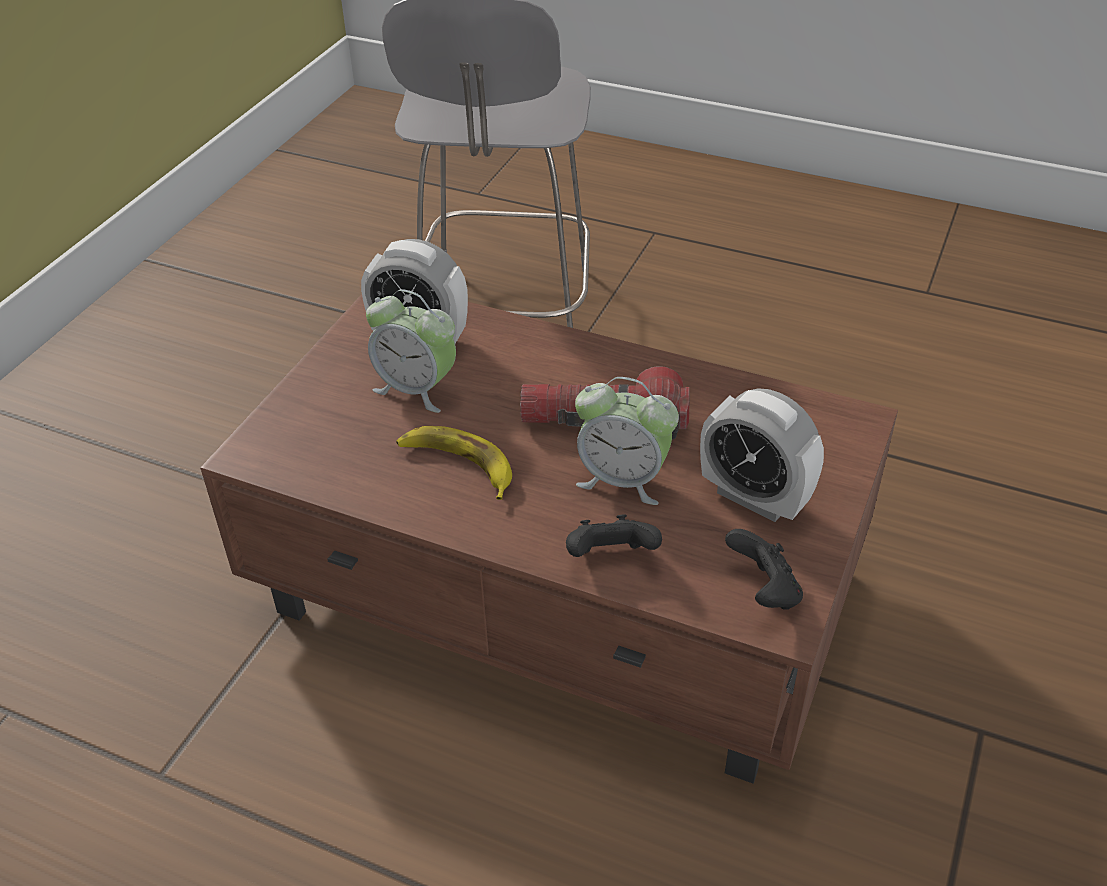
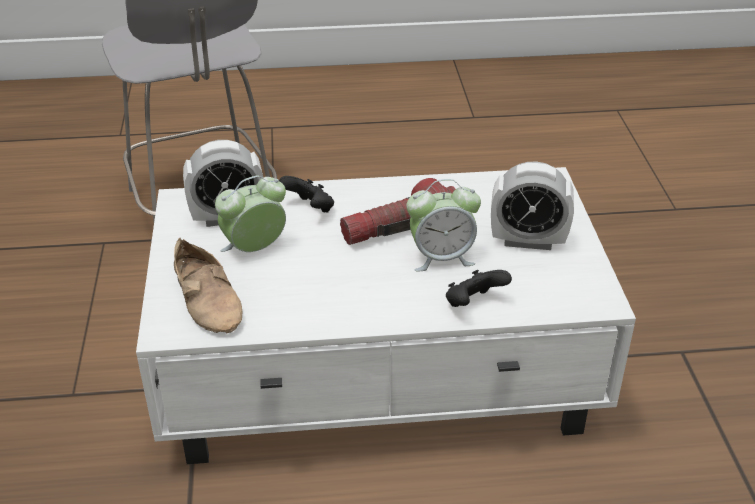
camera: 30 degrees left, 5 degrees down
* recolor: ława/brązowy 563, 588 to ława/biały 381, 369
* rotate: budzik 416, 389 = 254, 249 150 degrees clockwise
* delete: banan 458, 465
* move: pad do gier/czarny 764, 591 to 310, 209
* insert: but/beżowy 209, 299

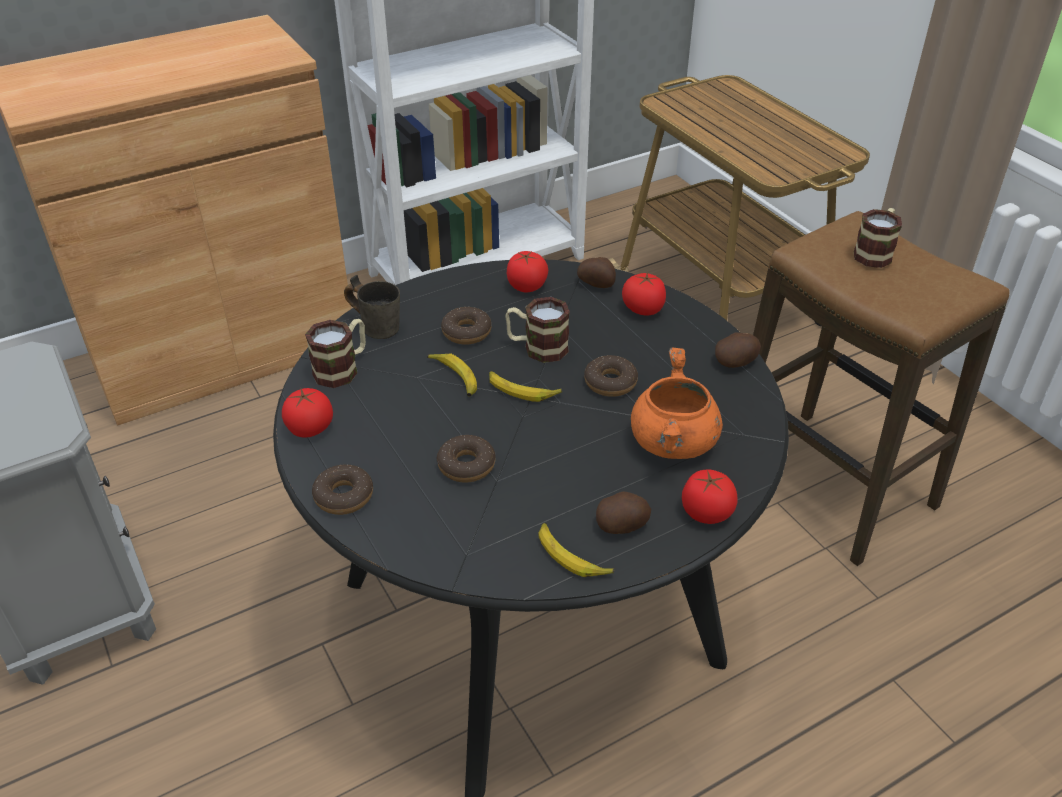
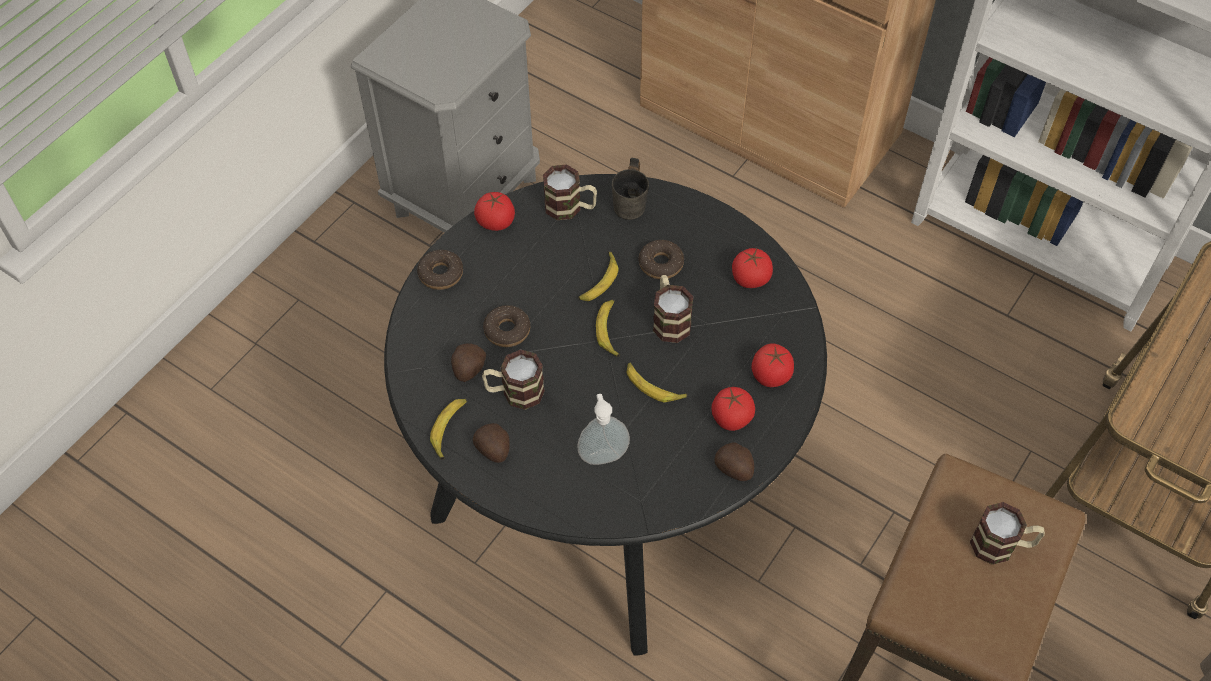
camera: 65 degrees right, 15 degrees up
* move: ziemniak 597, 284 to 468, 370
* replace: donut 610, 382 to banan 653, 386
* replace: garnek/pomarańczowy 673, 443 to dozownik mydła 603, 455
* move: pomidor 706, 512 to 731, 418
* insert: kubek 514, 392

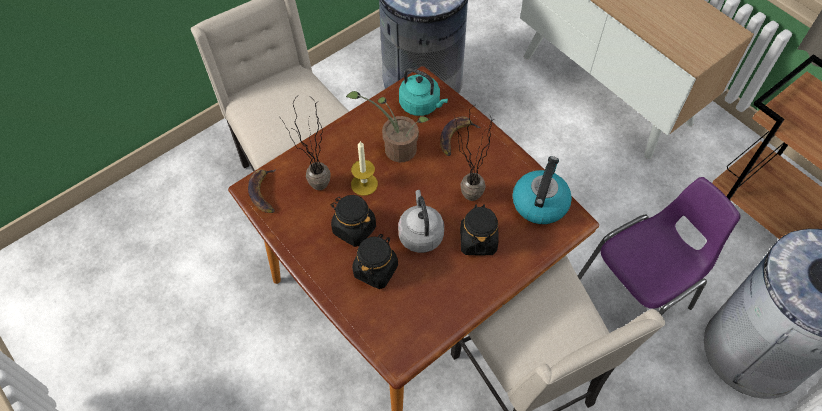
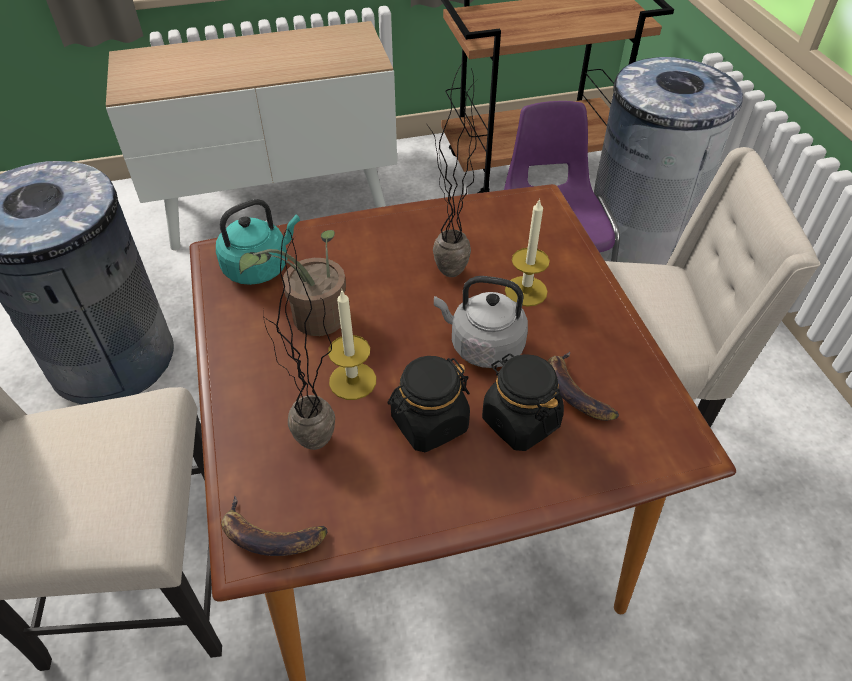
camera: 65 degrees left, 10 degrees down
* move: banan 456, 136 to 575, 392
* replace: słoik/czarny 478, 240 to świeca 526, 291
* delete: czajnik 539, 202

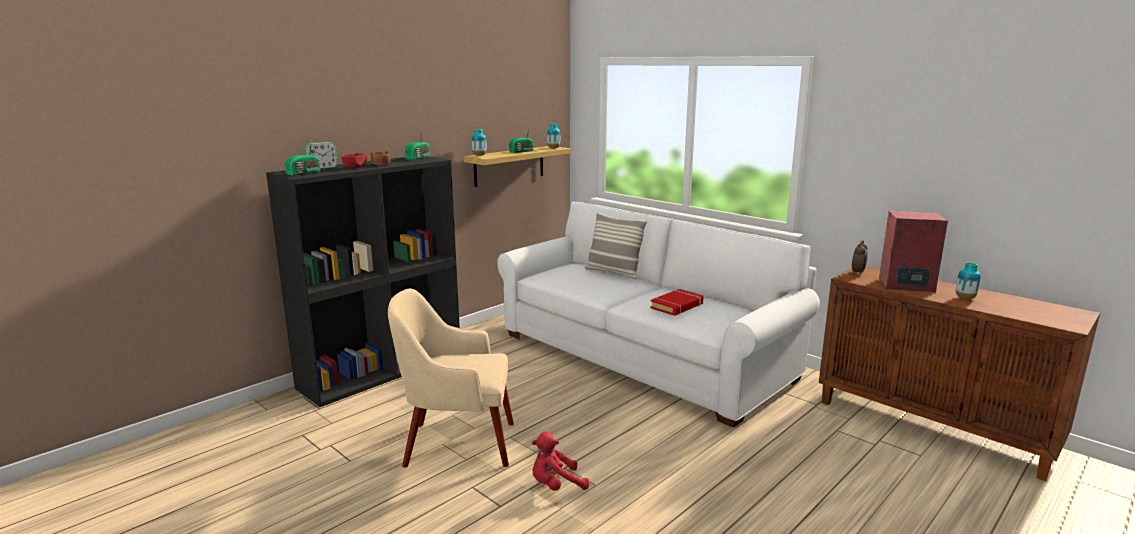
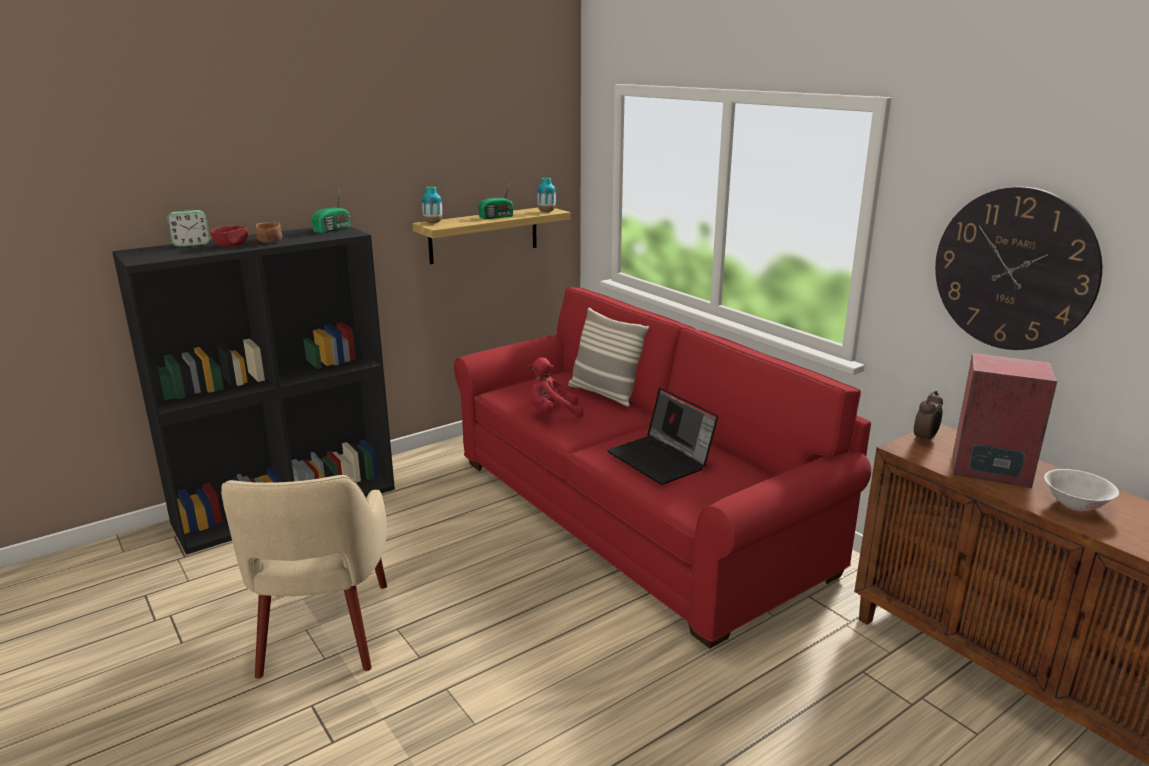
camera: 10 degrees right, 5 degrees up
* delete: radio 305, 173
* rotate: fotel/beżowy 456, 444 = 323, 631 105 degrees counterclockwise
* recolor: kanapa/biały 644, 356 to kanapa/czerwony 635, 513
* move: pluszak/czerwony 556, 485 to 552, 413
* replace: książka/czerwony 677, 306 to laptop 661, 460
* replace: wazon 965, 298 to miska/biały 1075, 505
* insert: zegar ścienny 1013, 269

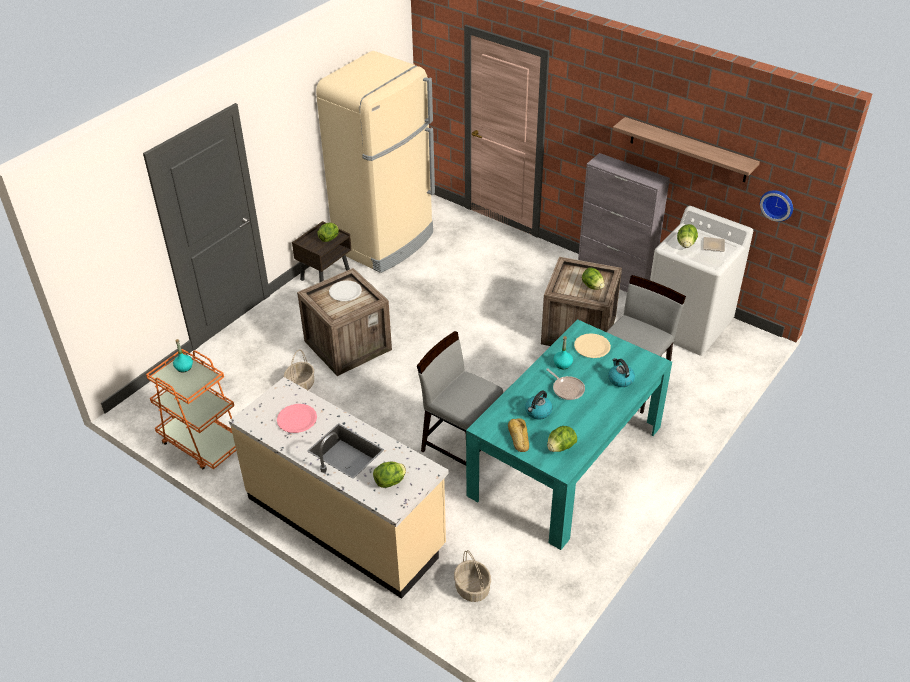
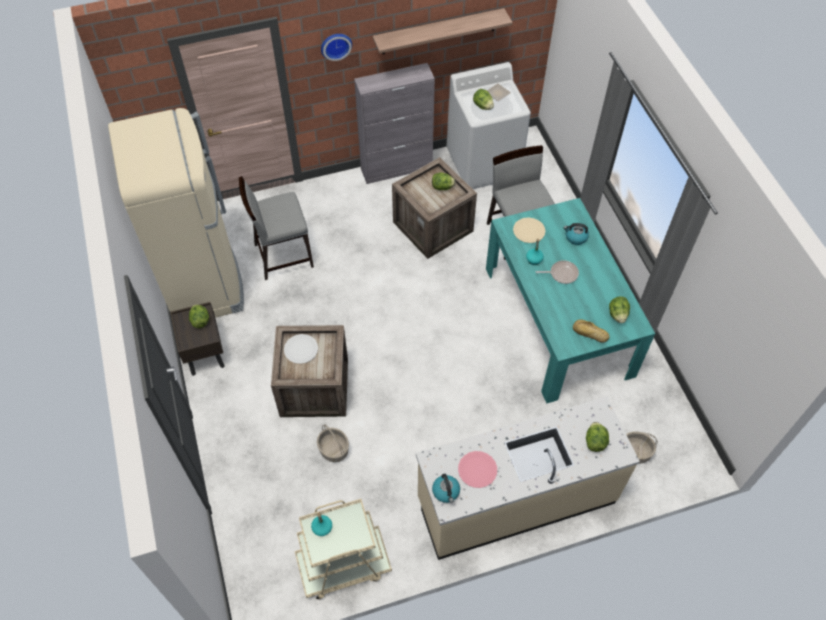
camera: 55 degrees left, 15 degrees up
* recolor: wózek/pomarańczowy 202, 443 to wózek/beżowy 343, 565
* move: krzesło/szary 461, 446 to 283, 255
* move: czajnik 538, 412 to 446, 491
* move: zegar ścienny 777, 204 to 335, 45

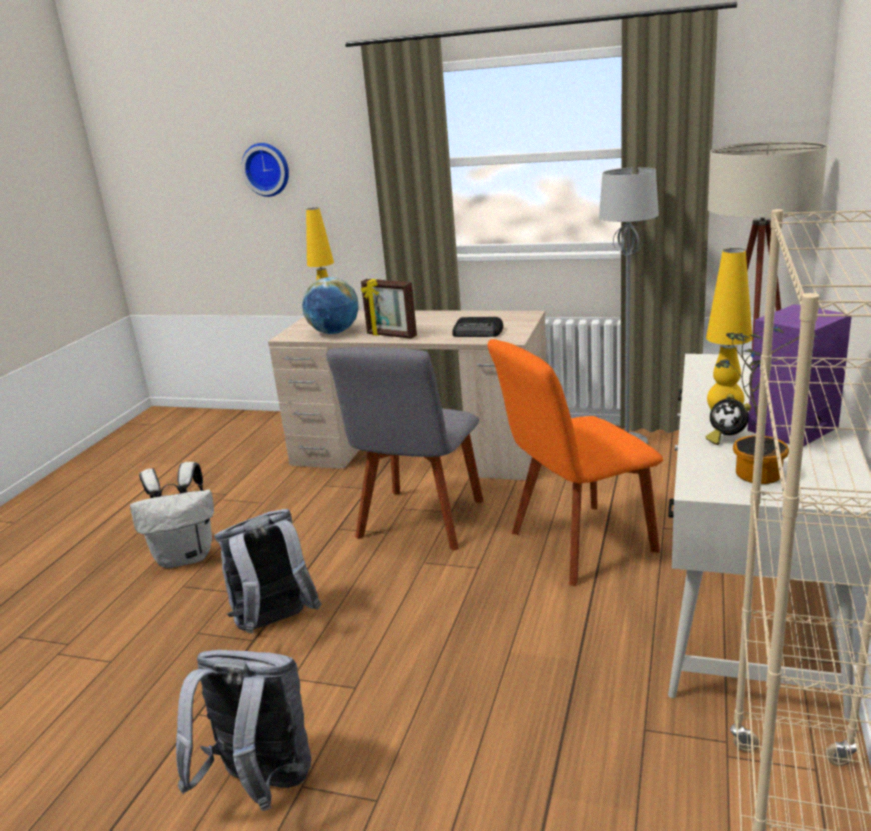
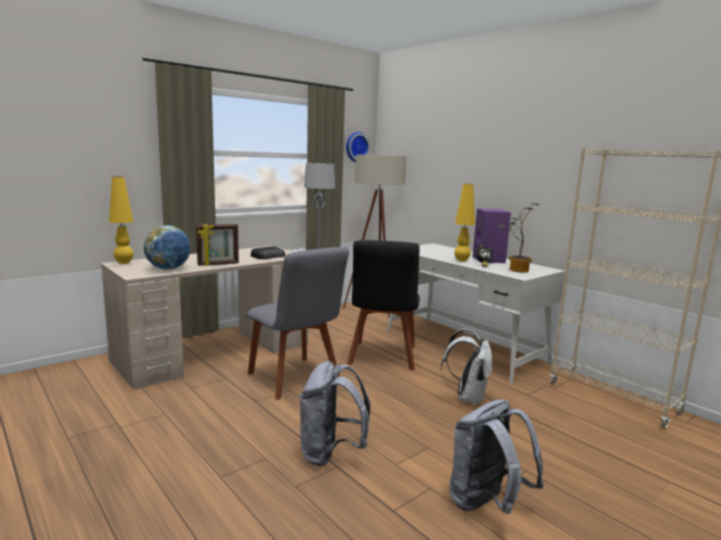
camera: 60 degrees left, 10 degrees down
* move: plecak/biały 186, 556 to 467, 397
* move: zegar ścienny 267, 169 to 356, 147
* recolor: krzesło/pomarańczowy 576, 545 to krzesło/czarny 382, 357

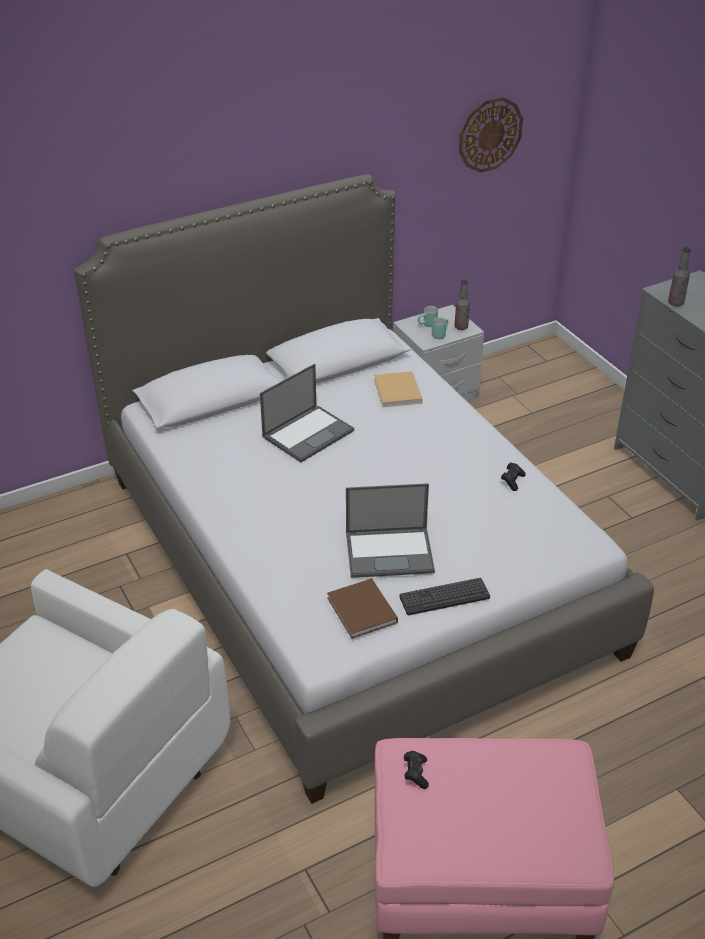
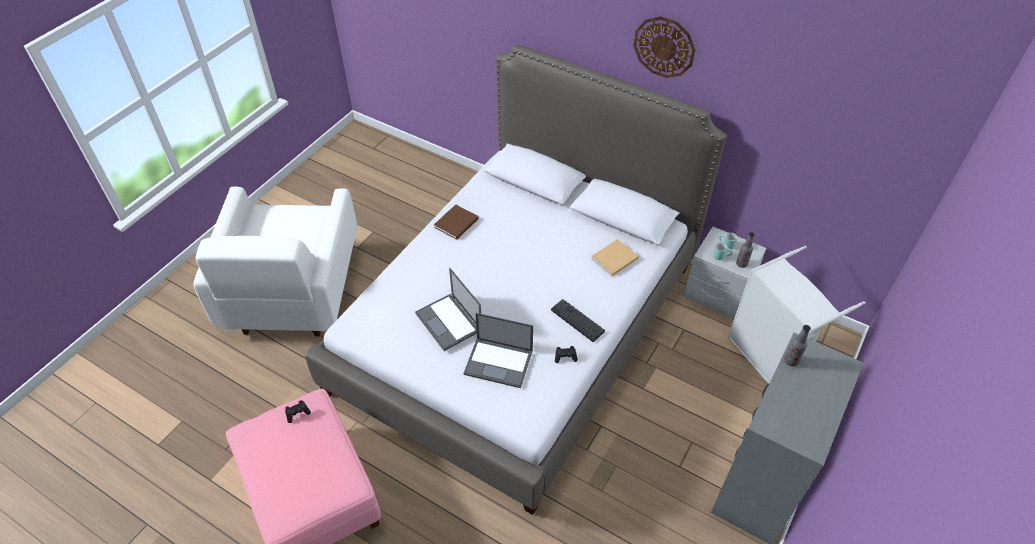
camera: 60 degrees right, 10 degrees up
* move: laptop 308, 433 to 499, 362
* move: książka/brązowy 363, 611 to 455, 224
* move: klawiatura 444, 597 to 577, 320
* move: zegar ścienny 490, 134 to 664, 47
* insert: kosz na pranie/szary 769, 358

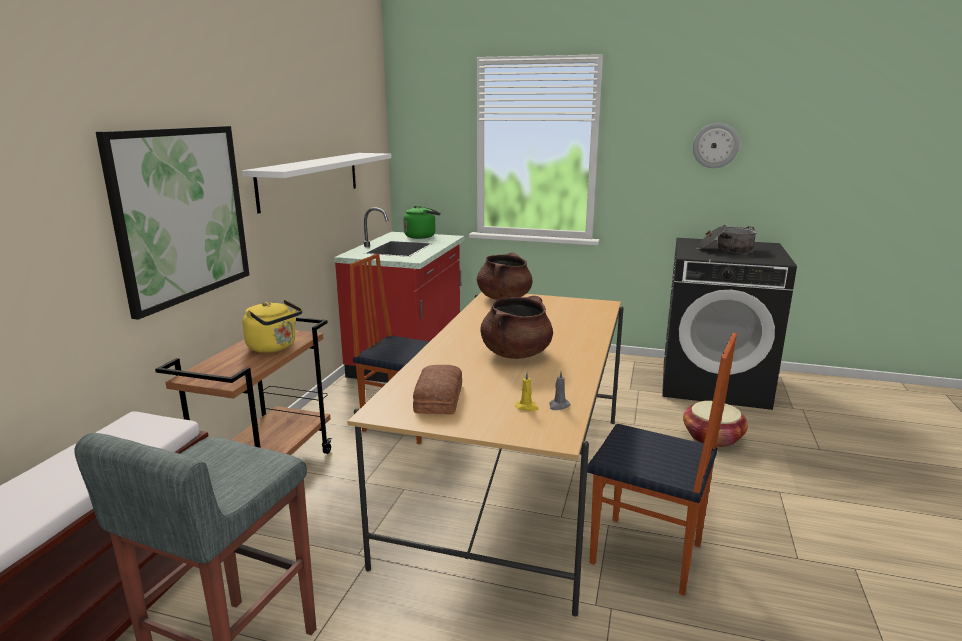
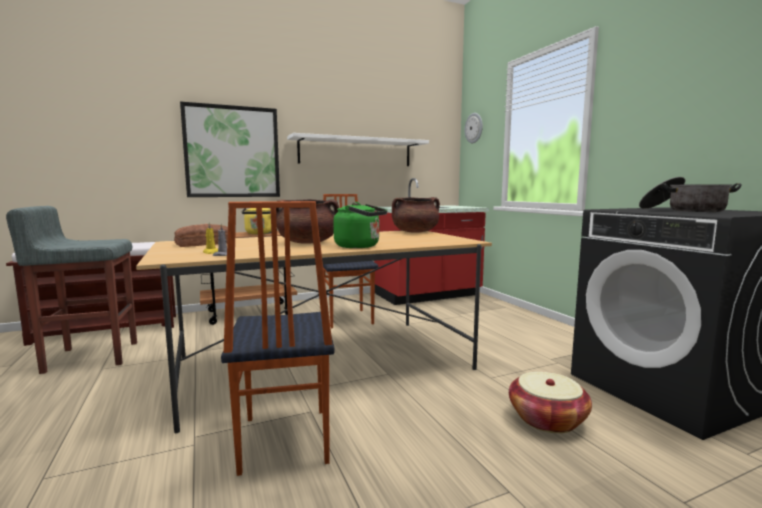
camera: 50 degrees right, 10 degrees down
* move: czajnik/zielony 422, 236 to 360, 246
* move: zegar ścienny 715, 145 to 474, 128

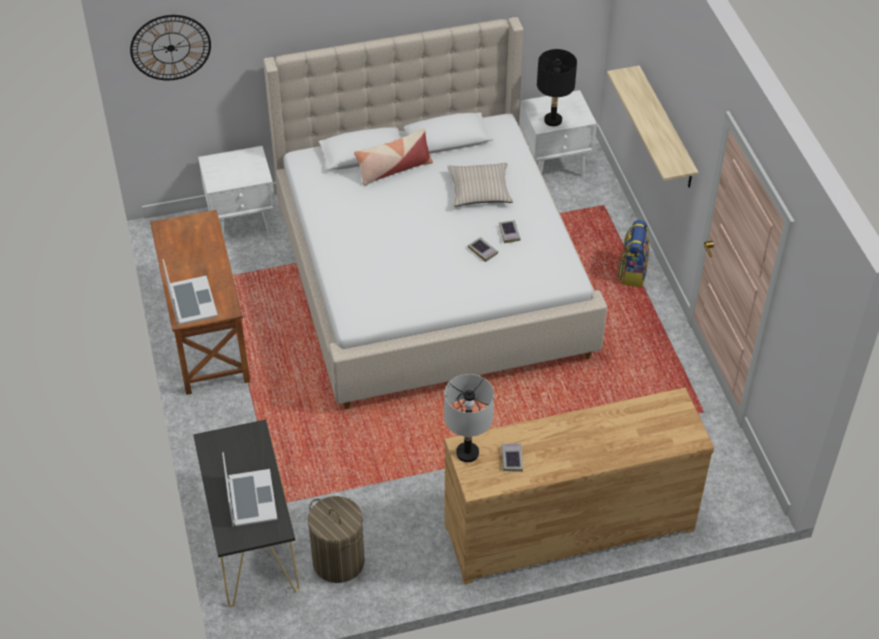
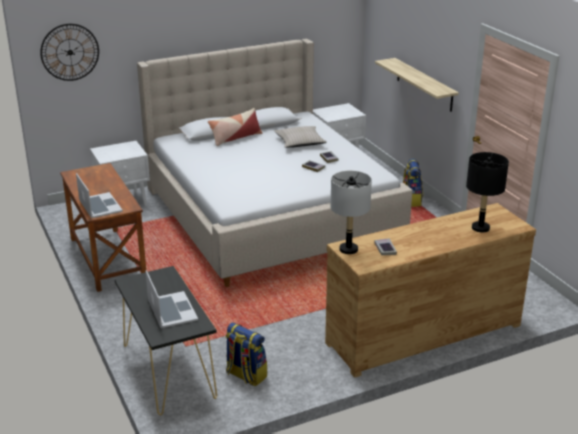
camera: 10 degrees left, 20 degrees down
* replace: kosz na pranie 338, 561 to plecak 245, 375
* move: lampa stołowa/czarny 553, 120 to 480, 228

